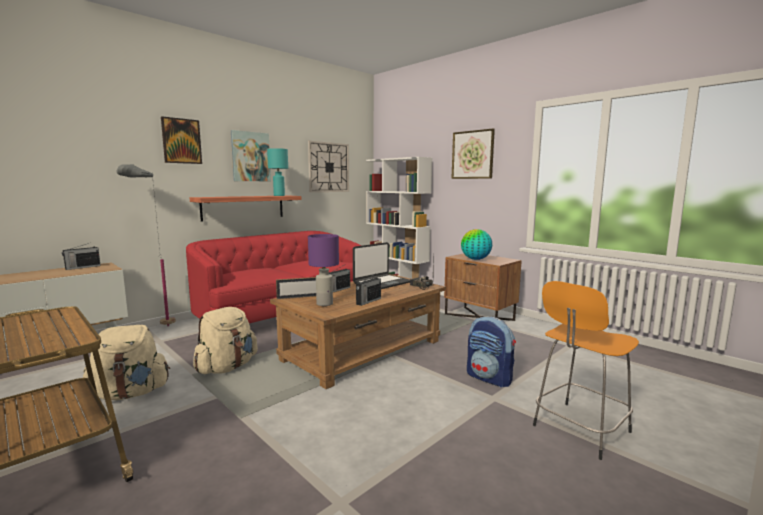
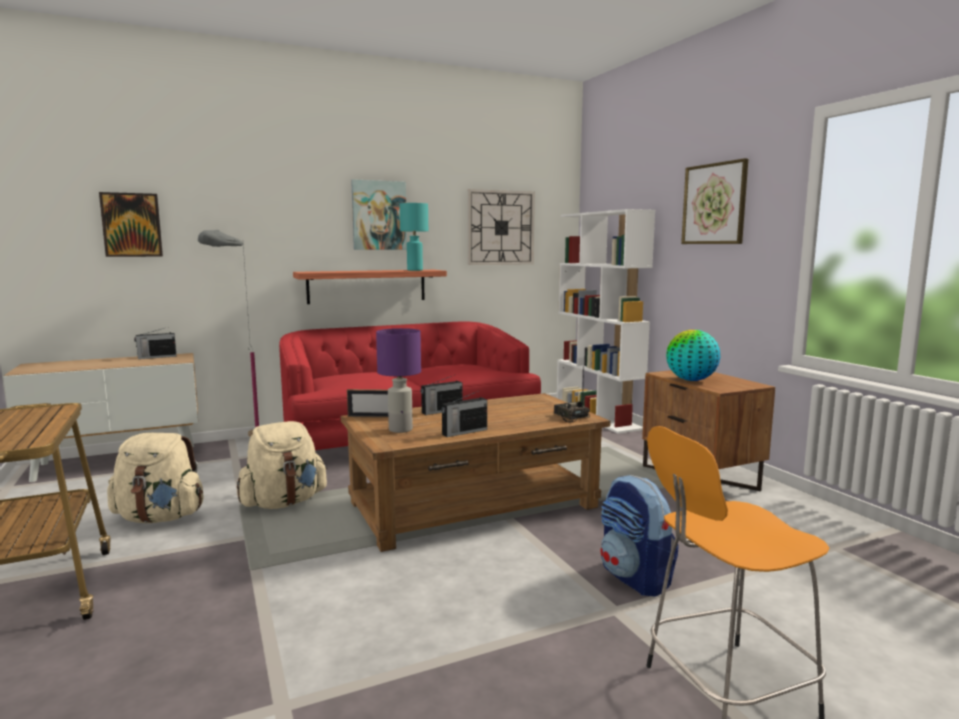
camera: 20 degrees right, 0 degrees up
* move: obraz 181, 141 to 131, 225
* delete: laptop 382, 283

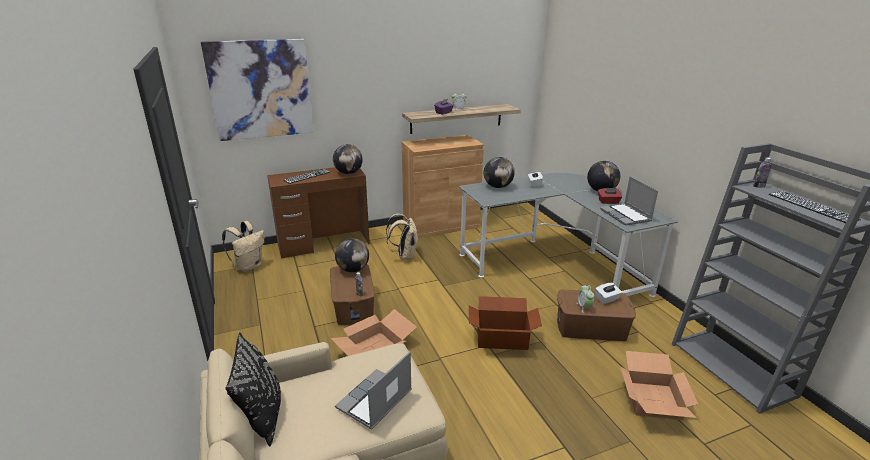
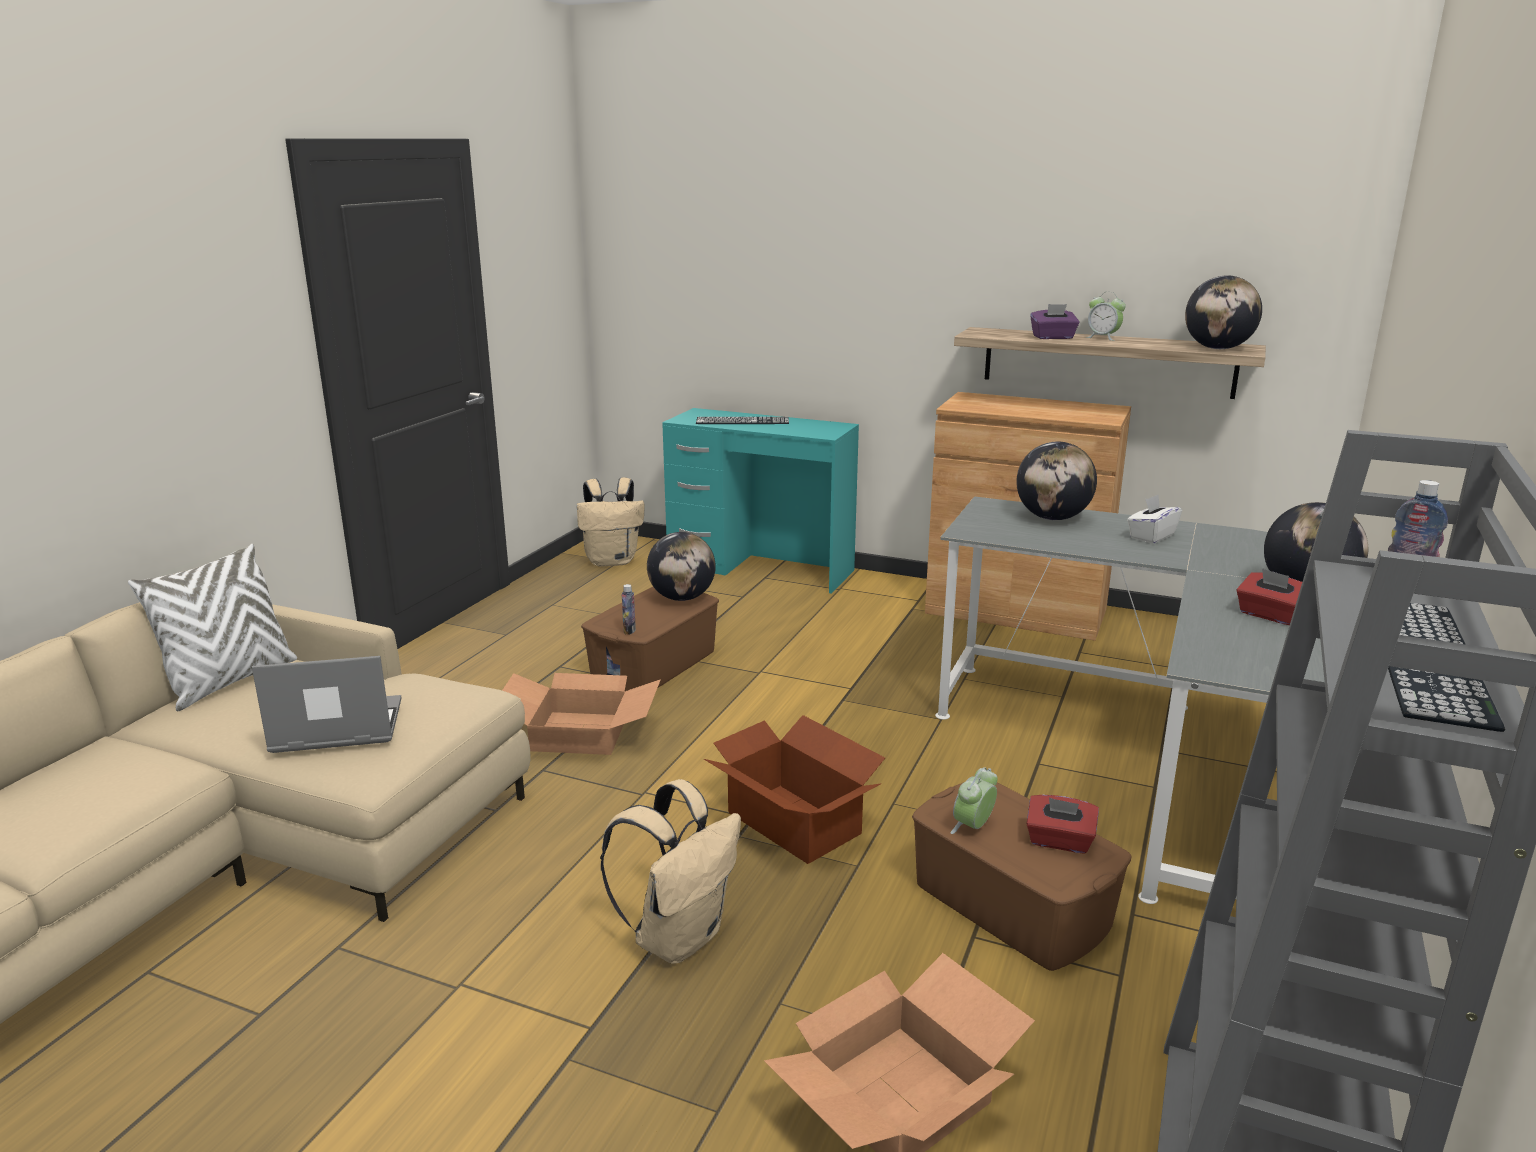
camera: 45 degrees right, 5 degrees down
* delete: obraz 261, 90
* recolor: poduszka/czarny 263, 415 to poduszka/biały 230, 681
* recolor: biurko/brązowy 323, 243 to biurko/turkusowy 761, 568
* move: globus 348, 173 to 1217, 348
* move: plecak/beżowy 404, 256 to 679, 937
* recolor: pudełko chusteczek/biały 607, 299 to pudełko chusteczek/czerwony 1059, 841
* delete: laptop 626, 216

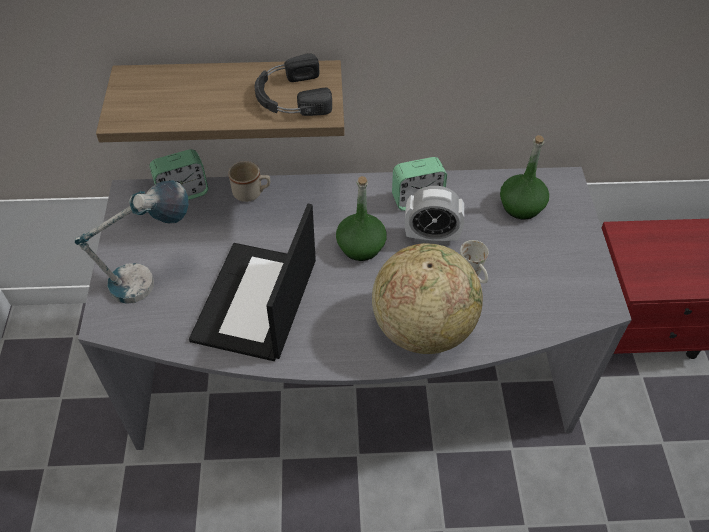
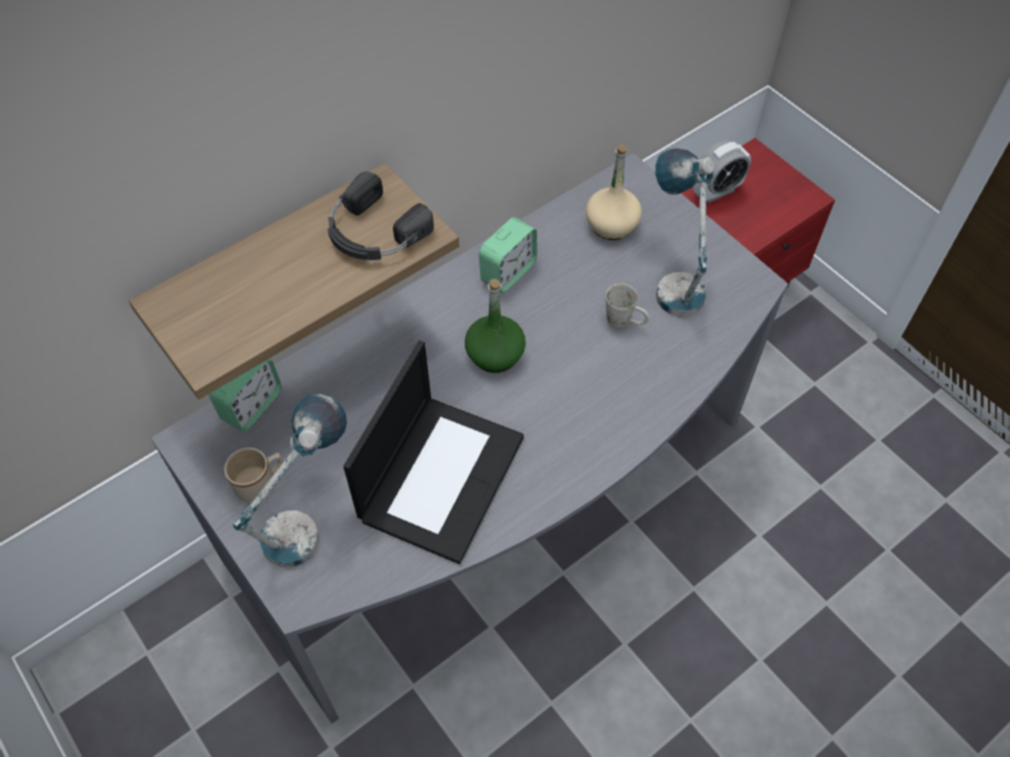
camera: 35 degrees left, 5 degrees up
* rotate: laptop 256, 302 = 441, 475 135 degrees counterclockwise
* move: kubek/beżowy 252, 193 to 260, 482
* delete: globus 422, 328
* move: budzik 431, 236 to 716, 192
* recolor: butelka/zielony 521, 206 to butelka/beżowy 612, 225
* insert: lampa stołowa 673, 279

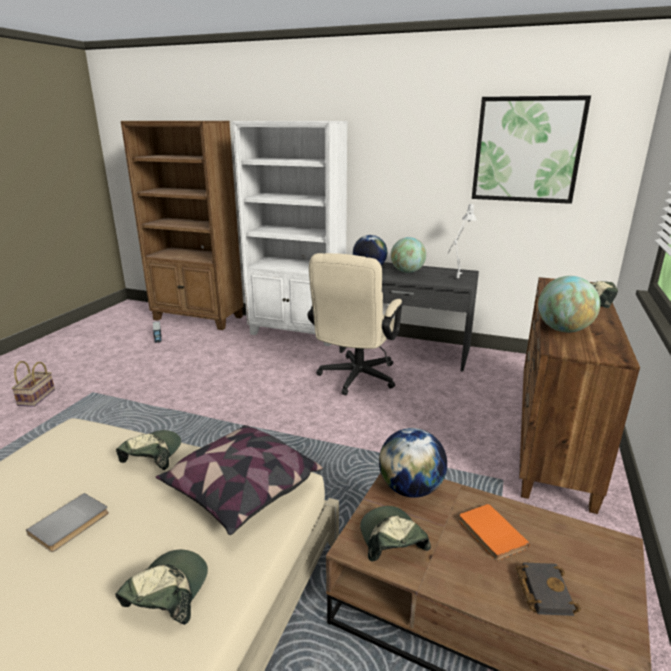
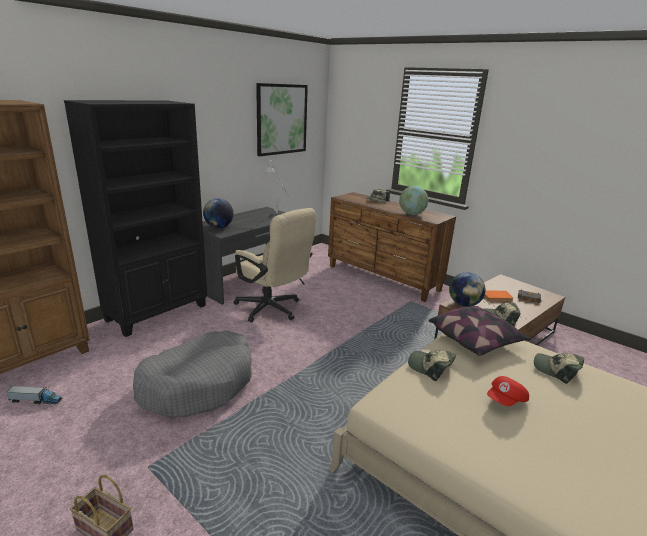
camera: 70 degrees left, 0 degrees up
* replace: książka/szary 71, 524 to czapka z daszkiem/czerwony 506, 401
* recolor: regał/biały 297, 333 to regał/czarny 158, 312
* delete: globus 407, 272
* insert: legowisko/szary 198, 384

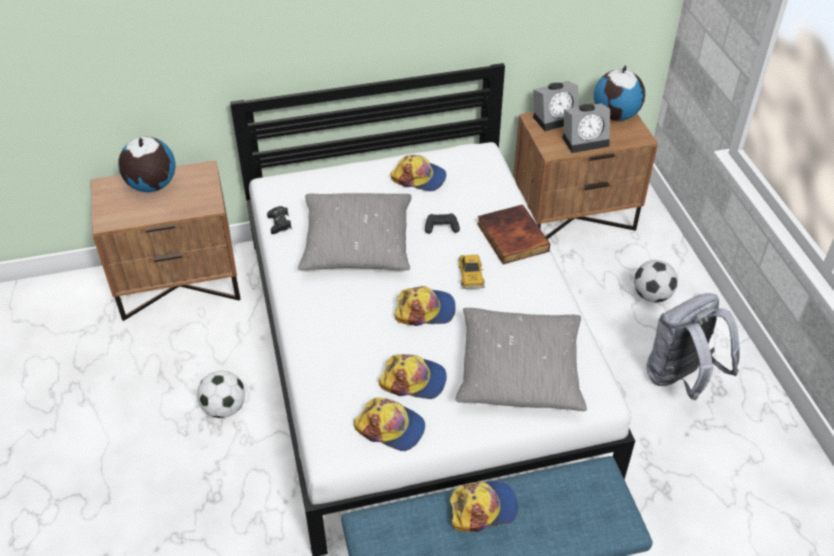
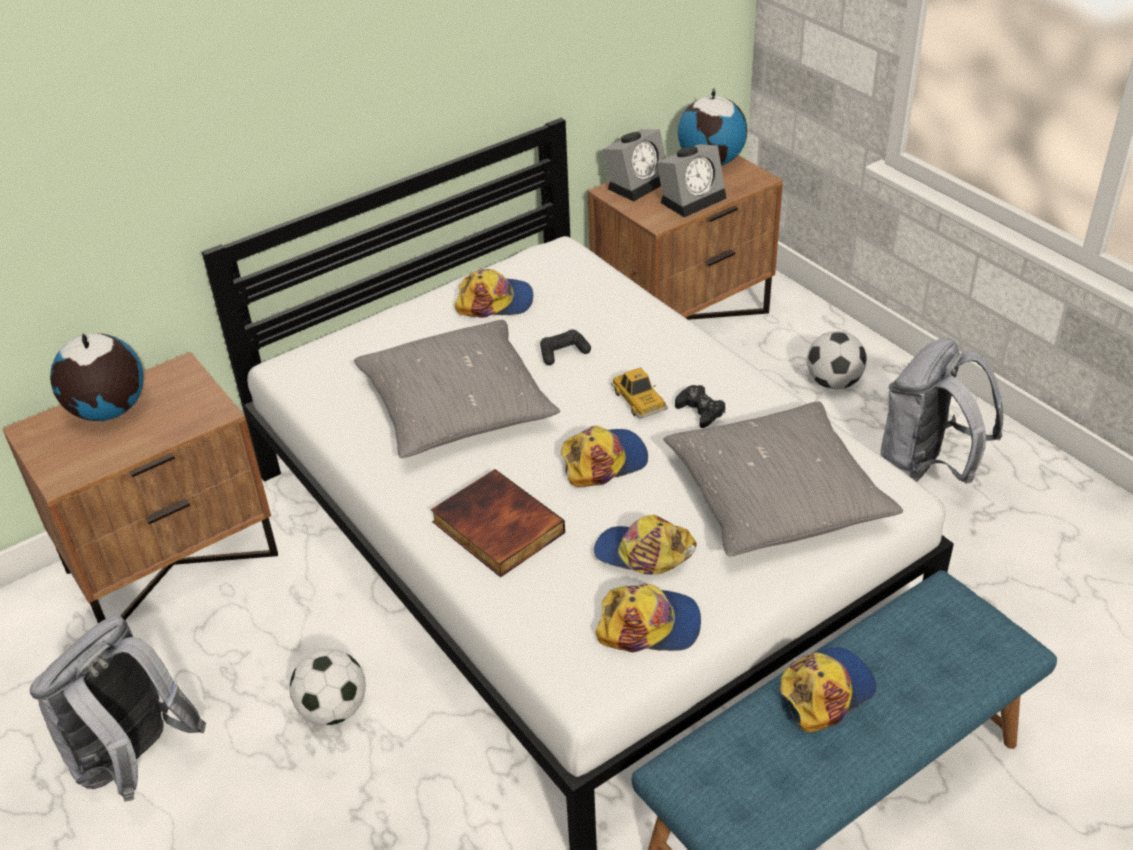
camera: 20 degrees left, 5 degrees down
* move: pad do gier/czarny 279, 223 to 700, 411
* rotate: czapka z daszkiem 414, 380 = 643, 554 150 degrees counterclockwise
* move: książka 511, 237 to 495, 528
* insert: plecak/szary 135, 763

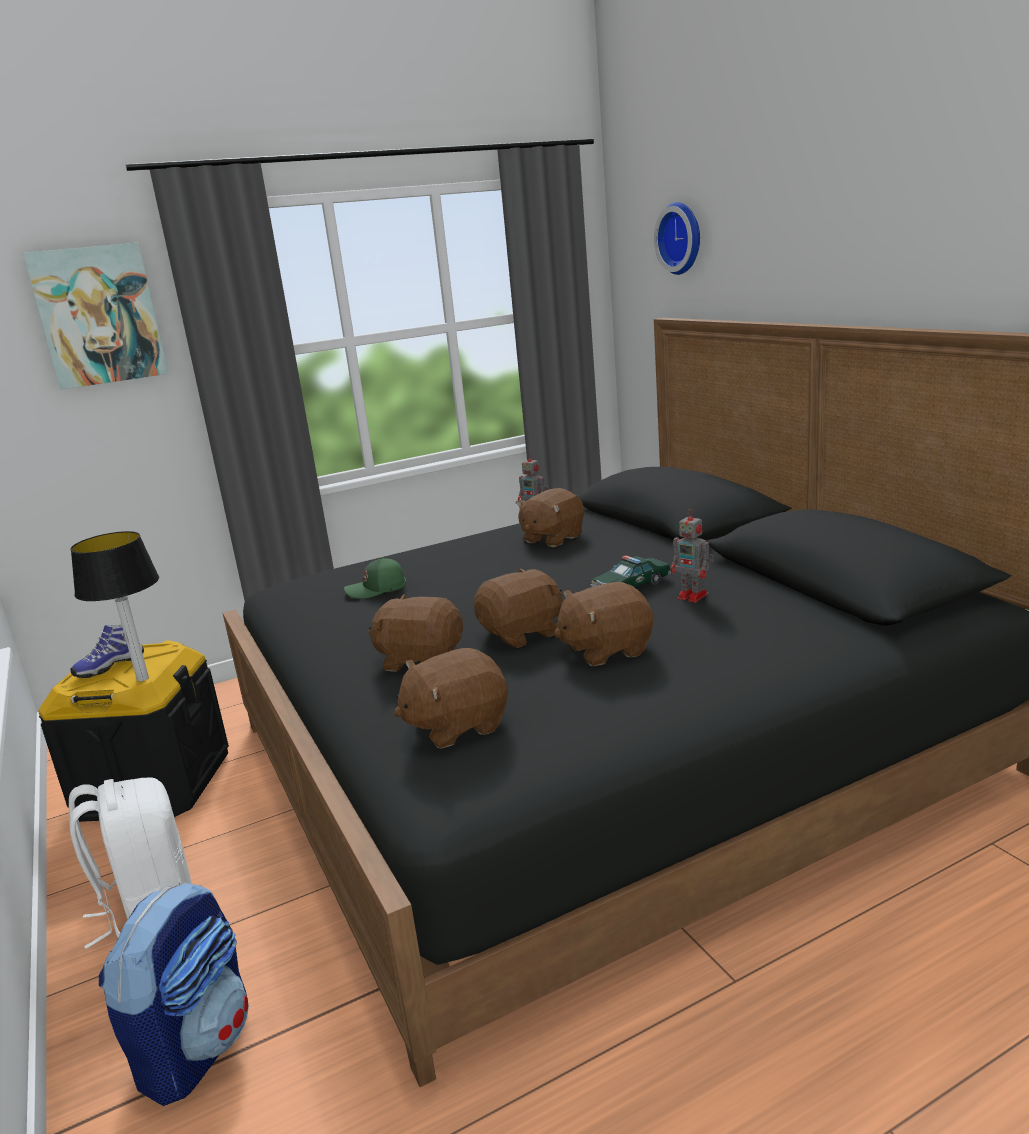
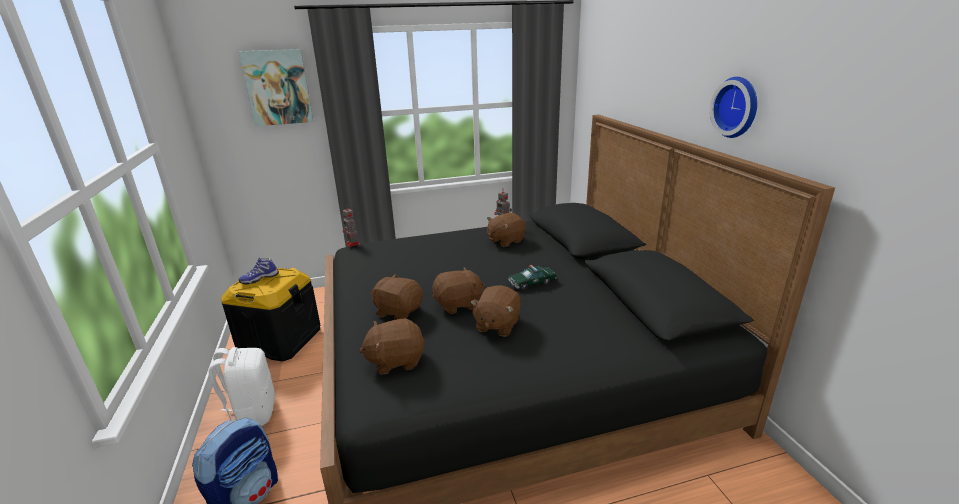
camera: 10 degrees right, 5 degrees up
* delete: lampa stołowa 143, 678
* delete: czapka z daszkiem/zielony 377, 589
* rotate: pluszak/brązowy 605, 650 = 497, 325 60 degrees counterclockwise
* move: zegar ścienny 682, 238 to 737, 107
* move: robot zabawkowy 694, 596 to 353, 244

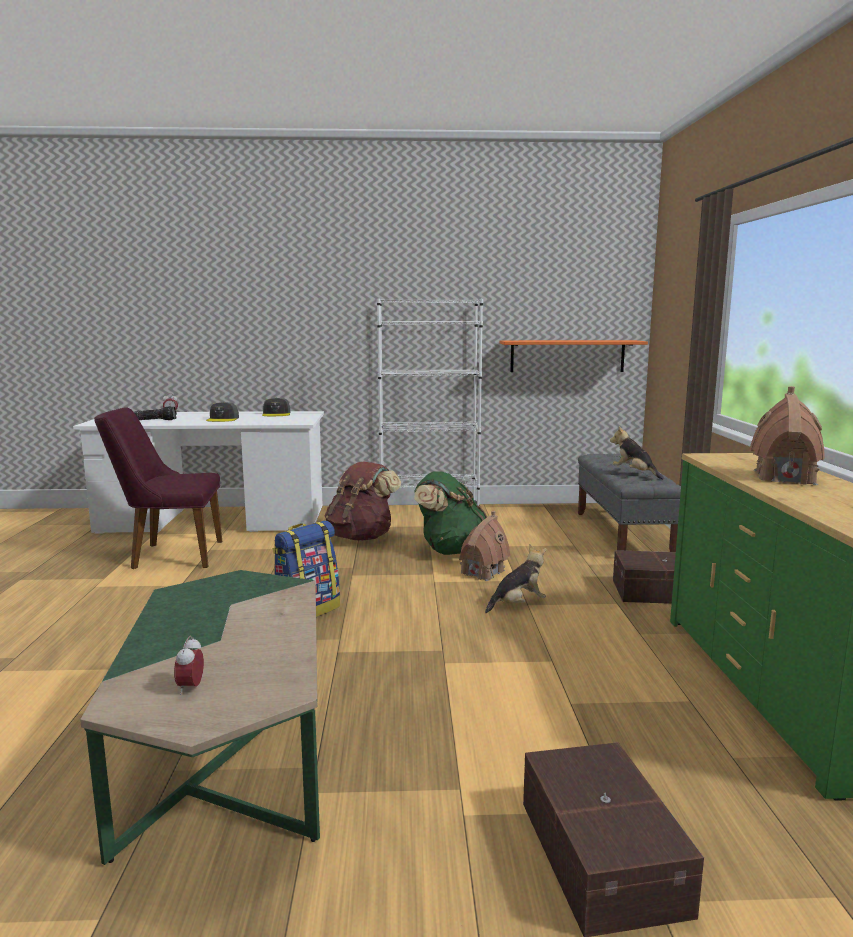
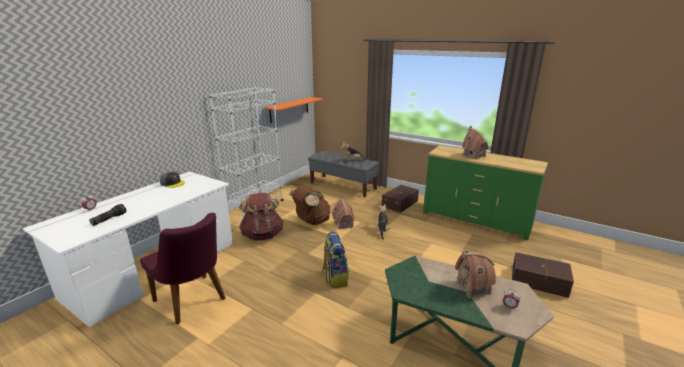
camera: 55 degrees left, 10 degrees up
* rotate: krzesło/fioletowy 168, 555 = 193, 302 75 degrees counterclockwise
* delete: czapka z daszkiem/szary 223, 419
* recolor: plecak/zielony 450, 550 to plecak/brązowy 311, 222
* insert: domek 473, 287

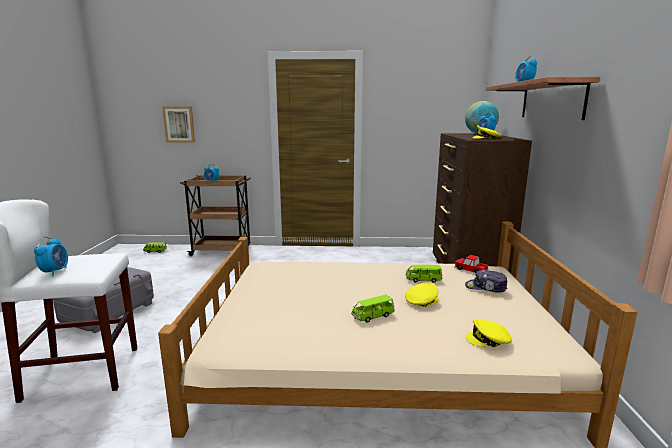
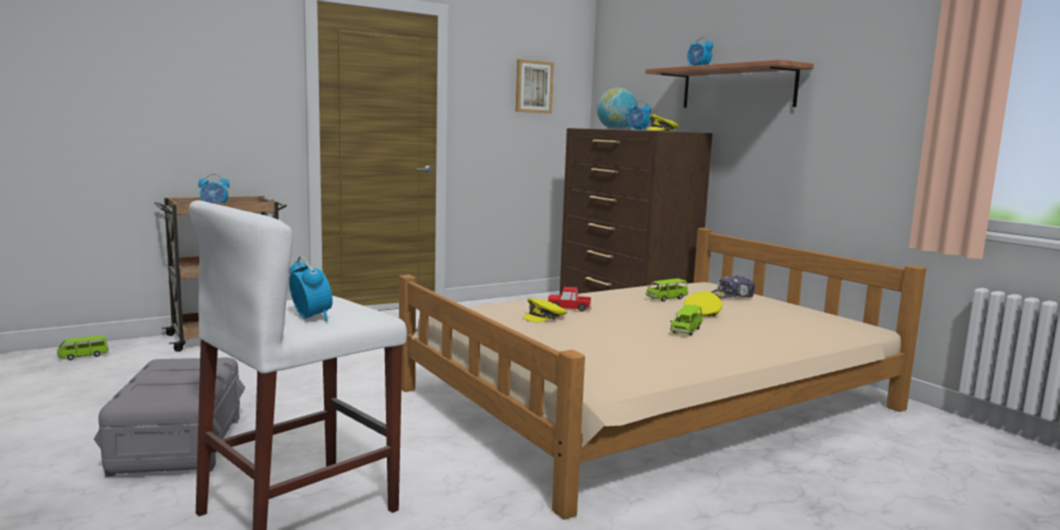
camera: 35 degrees left, 5 degrees down
* move: obraz 179, 124 to 533, 87
* move: samochodzik 470, 270 to 569, 308
* move: czapka z daszkiem/żółty 489, 340 to 545, 317

